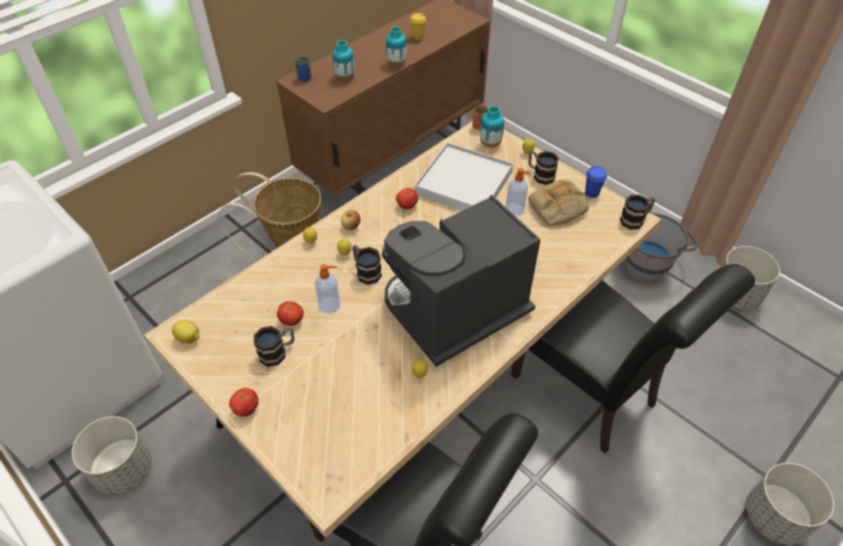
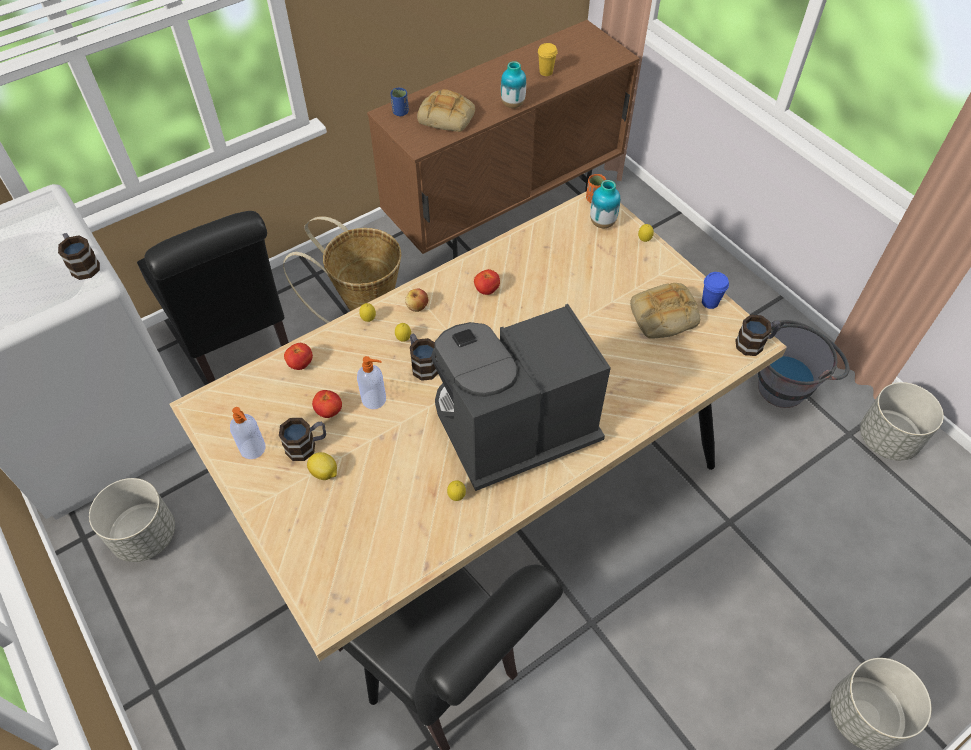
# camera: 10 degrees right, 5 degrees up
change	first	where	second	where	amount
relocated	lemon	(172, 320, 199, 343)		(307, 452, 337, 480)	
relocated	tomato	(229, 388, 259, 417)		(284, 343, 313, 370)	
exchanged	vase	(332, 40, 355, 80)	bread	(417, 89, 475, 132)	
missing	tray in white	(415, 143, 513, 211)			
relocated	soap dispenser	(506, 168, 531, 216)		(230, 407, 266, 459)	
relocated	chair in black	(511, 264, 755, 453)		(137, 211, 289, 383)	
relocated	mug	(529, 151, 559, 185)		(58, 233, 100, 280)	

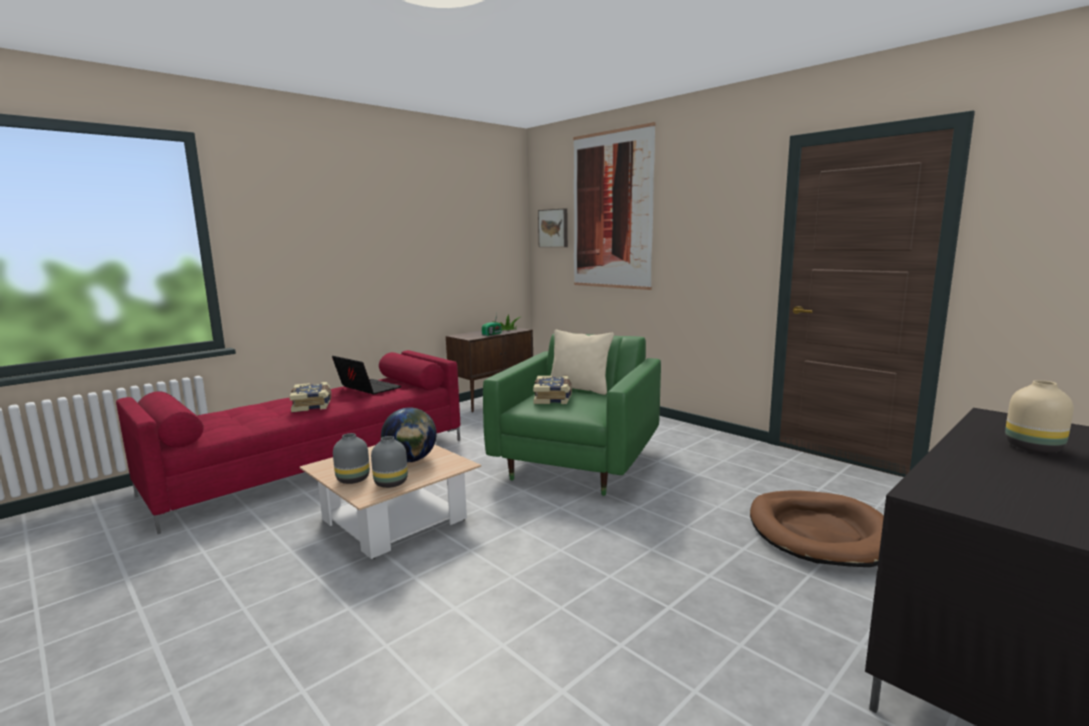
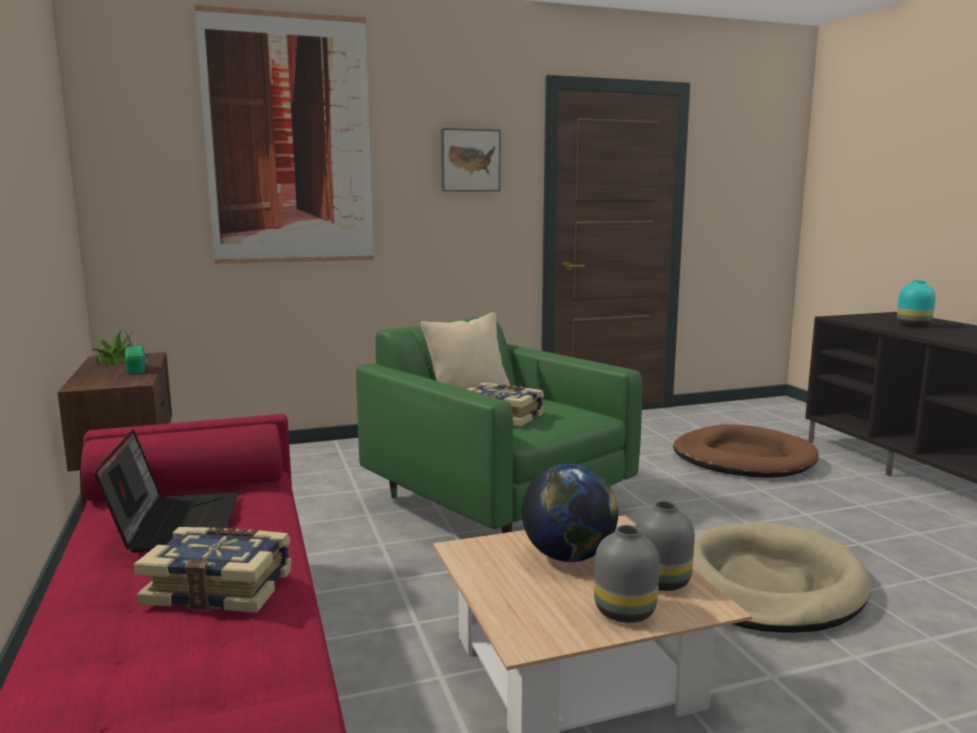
# camera: 65 degrees left, 0 degrees up
change	first	where	second	where	amount
spun	laptop	(332, 356, 401, 394)		(94, 429, 239, 553)	105 degrees clockwise
relocated	picture	(538, 208, 568, 247)		(441, 128, 500, 191)	
colour	vase in beige	(1005, 380, 1074, 453)	vase in turquoise	(897, 280, 936, 327)	
appeared			dog bed in beige	(693, 522, 871, 633)	

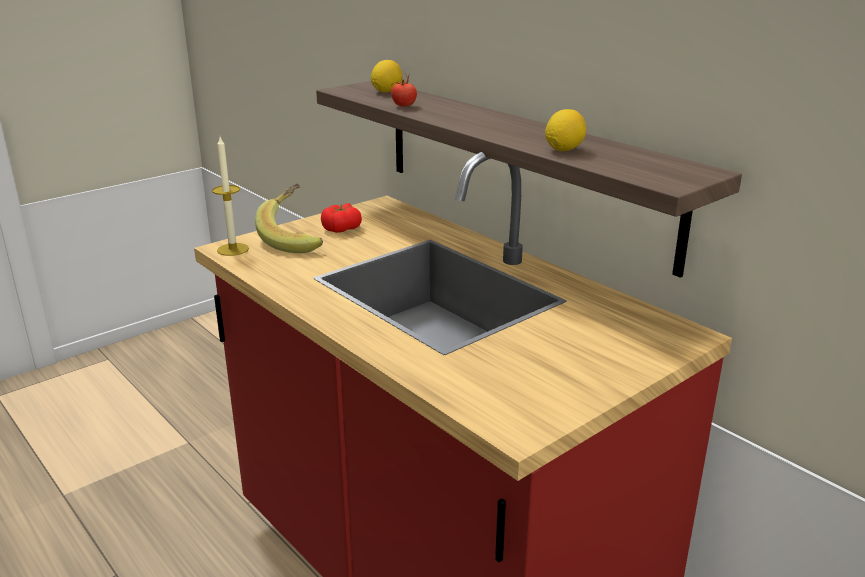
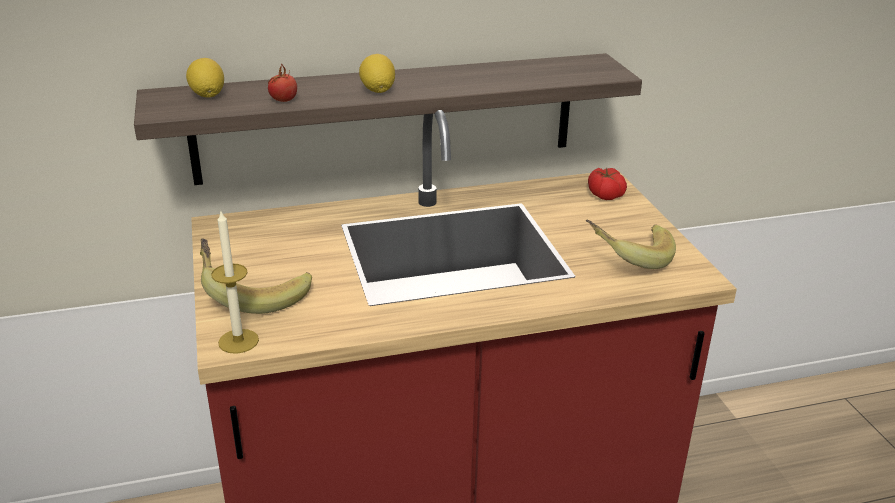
# camera: 65 degrees left, 5 degrees up
change	first	where	second	where	amount
relocated	tomato	(321, 203, 362, 233)		(588, 168, 627, 200)	
relocated	lemon	(545, 109, 586, 151)		(359, 54, 395, 93)	
appeared			banana	(586, 220, 676, 269)	

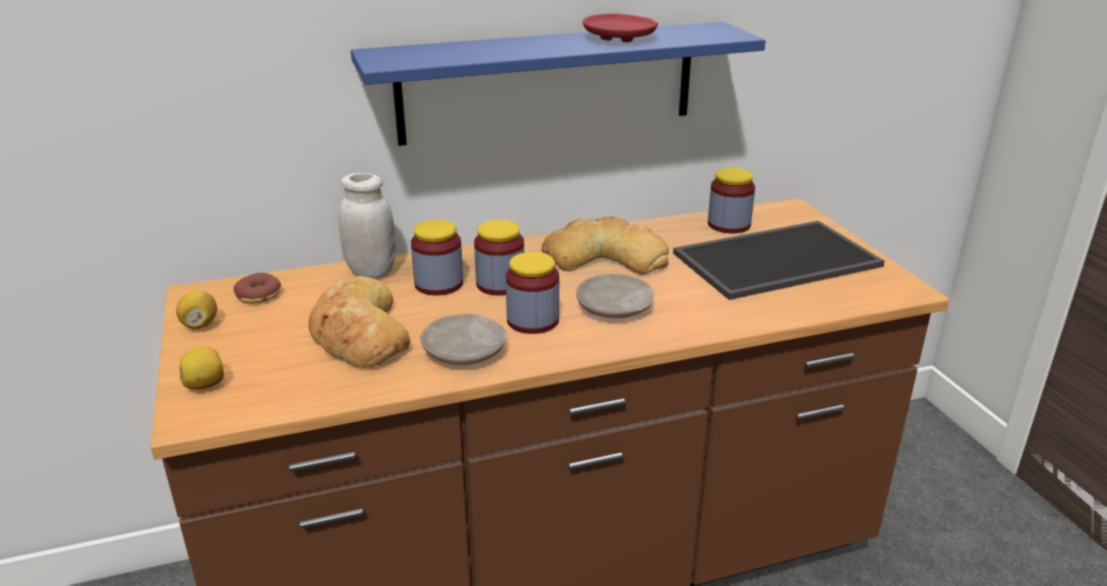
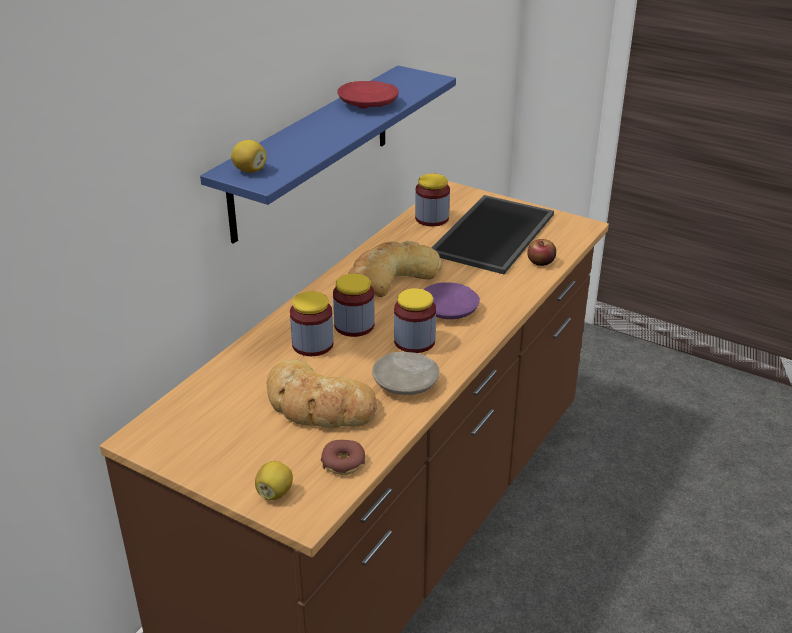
# camera: 40 degrees left, 5 degrees up
change	first	where	second	where	amount
relocated	lemon	(176, 291, 217, 329)		(231, 140, 267, 173)	
relocated	donut	(234, 273, 281, 304)		(321, 440, 365, 475)	
missing	jar in white	(339, 173, 396, 279)			
colour	plate in beige	(576, 274, 654, 318)	plate in purple	(423, 282, 480, 319)	
appeared			apple	(528, 239, 556, 266)	

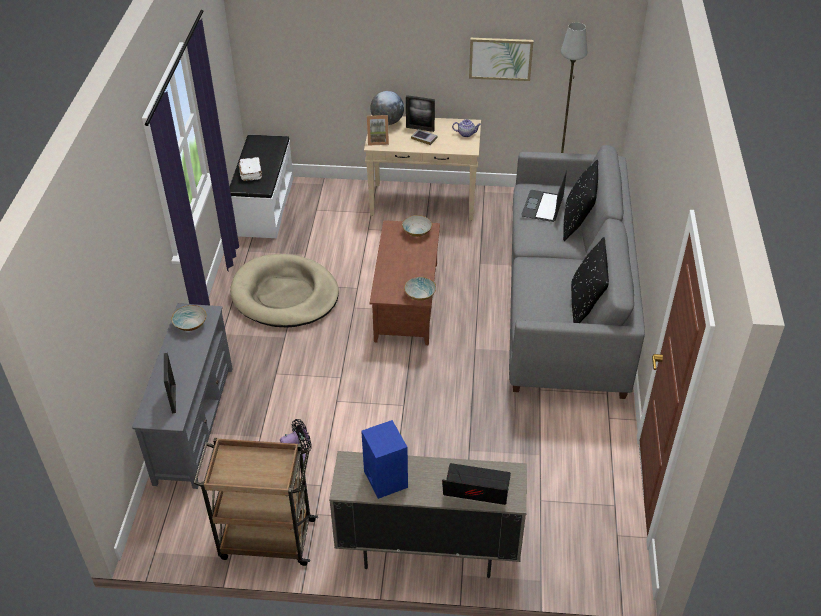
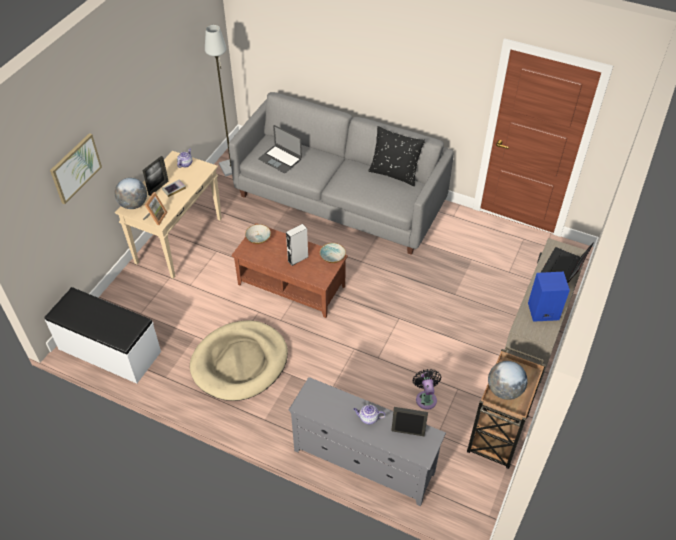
# camera: 70 degrees left, 5 degrees up
change	first	where	second	where	amount
missing	bowl	(171, 305, 207, 331)			
missing	book in white	(239, 157, 262, 181)			
relocated	picture	(469, 38, 533, 81)		(50, 133, 102, 204)	
missing	pillow in black	(563, 160, 598, 241)			
appeared			speaker in grey	(286, 224, 308, 266)	
appeared			teapot	(353, 404, 385, 424)	
appeared			globe	(488, 361, 528, 400)	

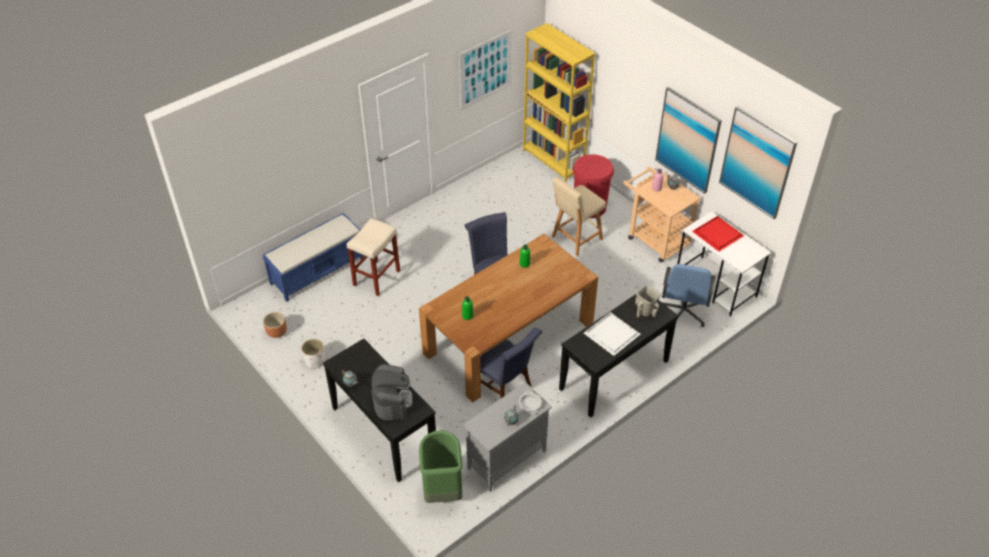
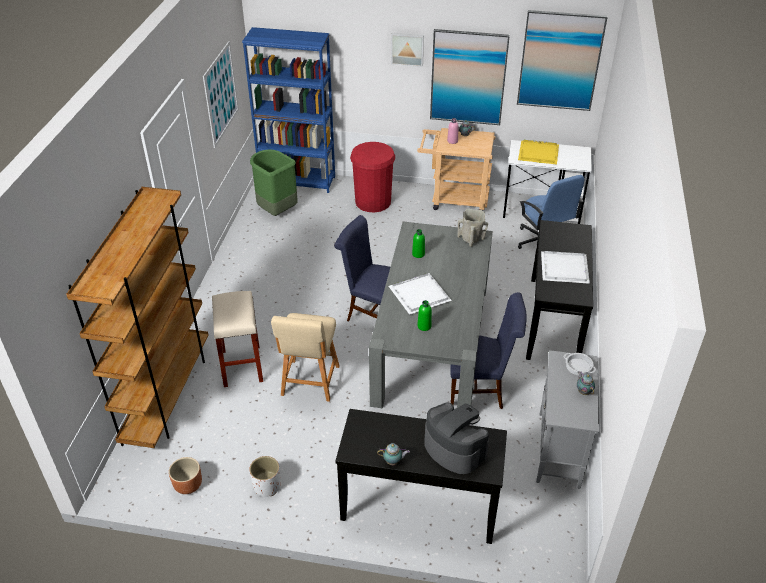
# camera: 40 degrees left, 5 degrees down
change	first	where	second	where	amount
exchanged	bench in blue	(262, 213, 364, 302)	bookcase in brown	(66, 187, 209, 448)	
colour	dining table in brown	(419, 234, 598, 403)	dining table in grey	(369, 222, 493, 408)	
relocated	trash can in green	(419, 430, 463, 503)		(250, 149, 298, 216)	
colour	bookcase in yellow	(523, 23, 595, 182)	bookcase in blue	(242, 27, 335, 193)	
relocated	stool in beige	(552, 177, 606, 256)		(271, 313, 340, 402)	
relocated	vase in beige	(635, 285, 661, 318)		(457, 208, 488, 247)	
colour	tray in red	(692, 216, 744, 251)	tray in yellow	(518, 140, 559, 165)	
appeared			tray in white	(389, 273, 452, 315)	
appeared			picture	(391, 33, 424, 67)	

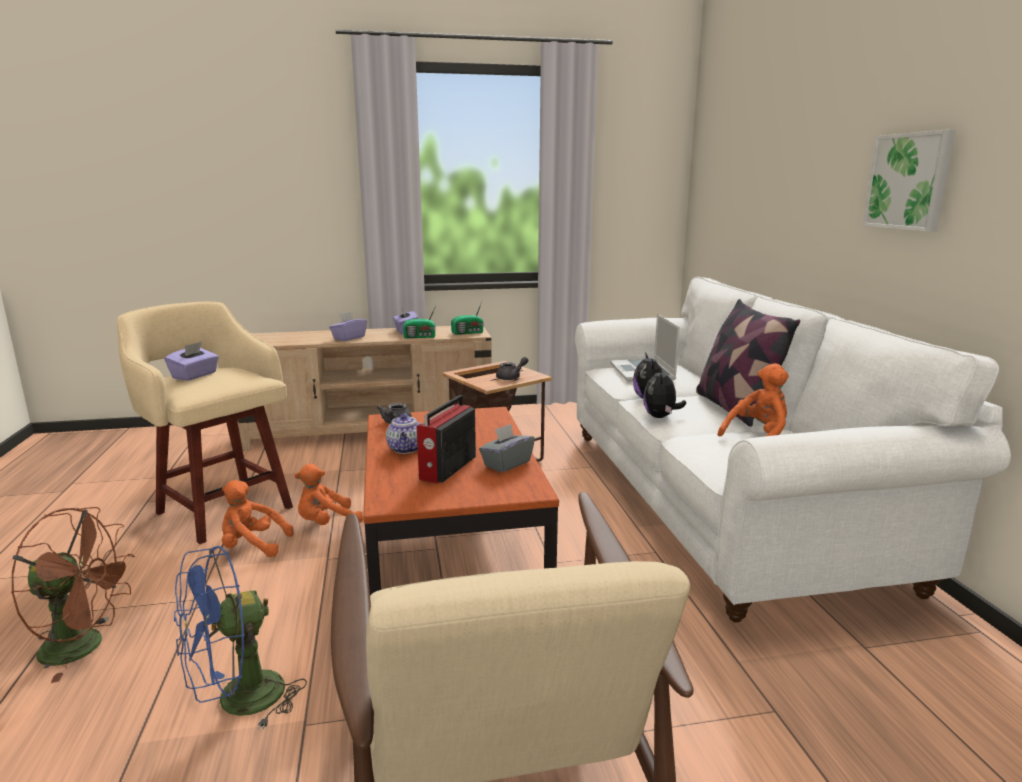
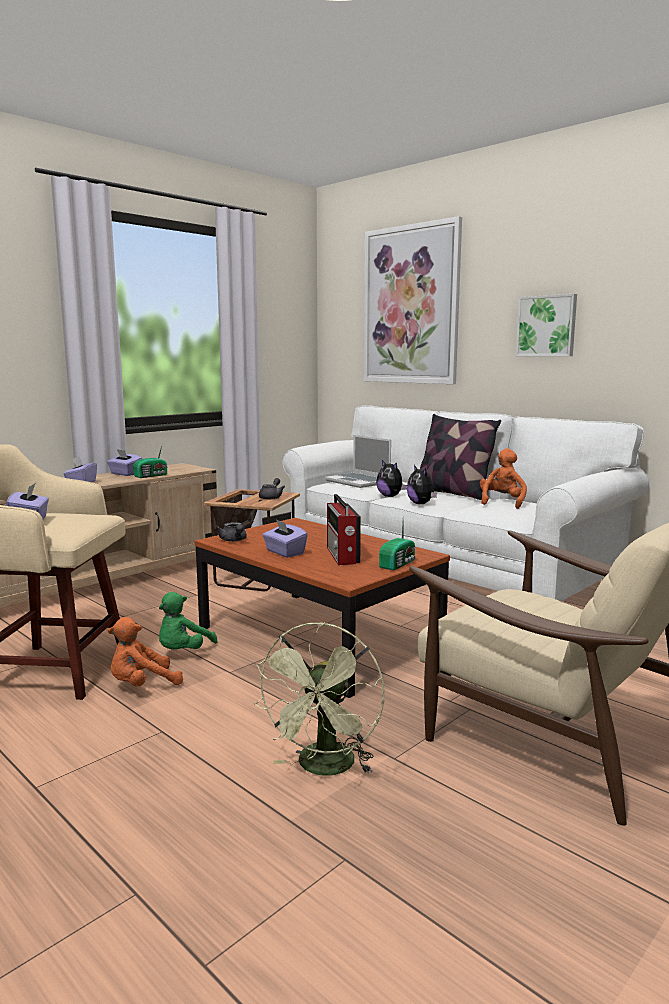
# camera: 35 degrees left, 5 degrees down
change	first	where	second	where	amount
missing	fan in brown	(11, 507, 135, 683)			
colour	fan in blue	(174, 546, 307, 730)	fan in green	(254, 622, 385, 776)	
colour	plush toy in orange	(294, 464, 363, 525)	plush toy in green	(159, 592, 217, 649)	
exchanged	teapot	(386, 413, 419, 454)	tissue box in purple	(263, 519, 308, 558)	
relocated	radio	(451, 302, 484, 335)		(379, 523, 416, 571)	
missing	tissue box in grey	(479, 424, 535, 473)			
appeared			picture	(364, 216, 462, 384)	

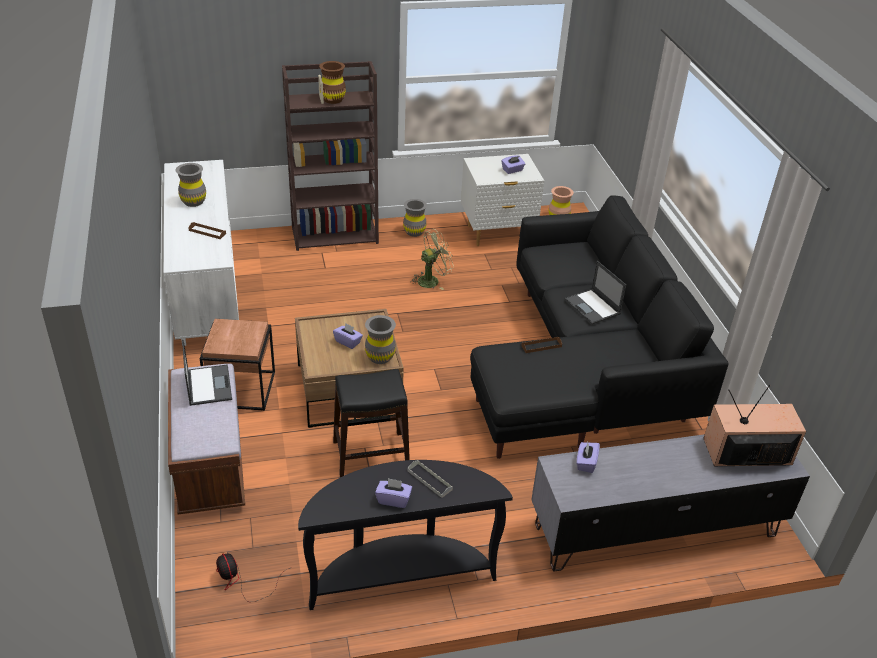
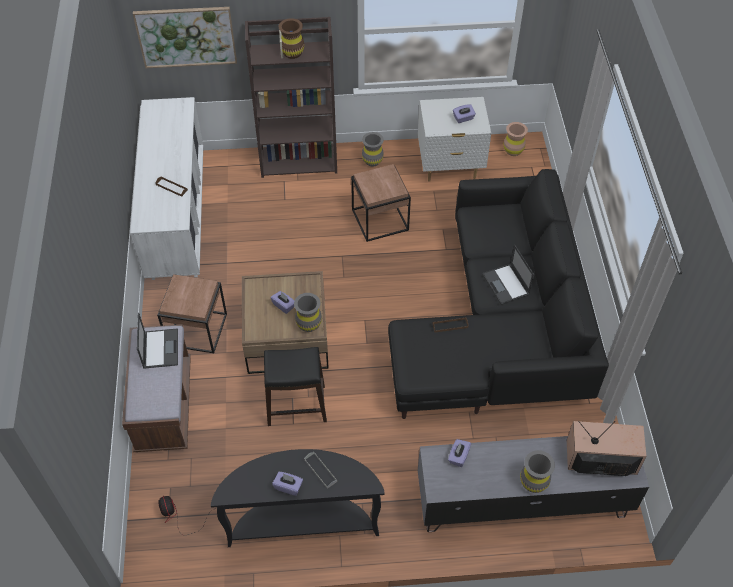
# camera: 10 degrees right, 15 degrees up
change	first	where	second	where	amount
relocated	vase in grey	(176, 163, 206, 207)		(520, 450, 555, 493)	
exchanged	fan in green	(410, 229, 454, 290)	side table in brown	(351, 164, 411, 242)	
appeared			picture	(133, 7, 237, 68)	

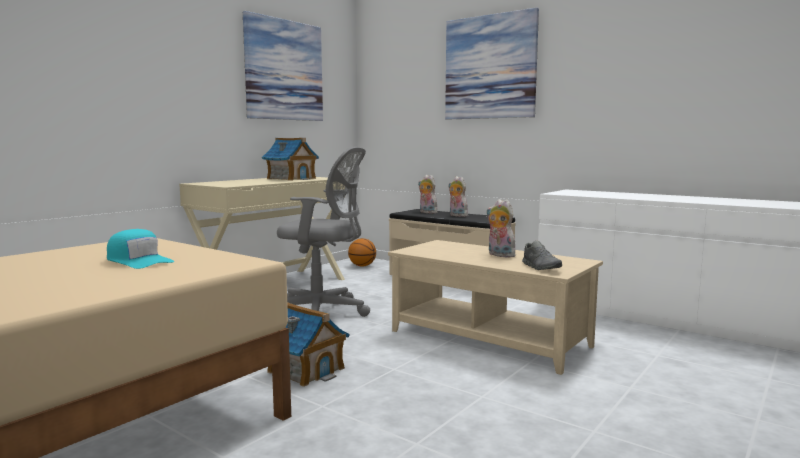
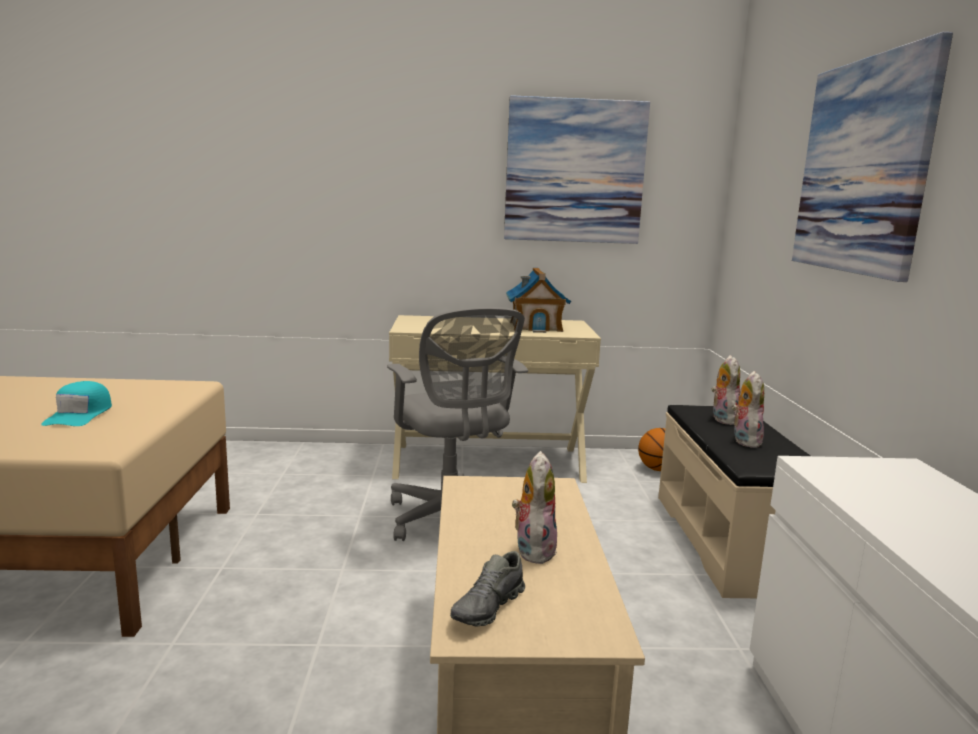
# camera: 50 degrees right, 5 degrees up
change	first	where	second	where	amount
missing	toy house	(267, 302, 350, 387)			

